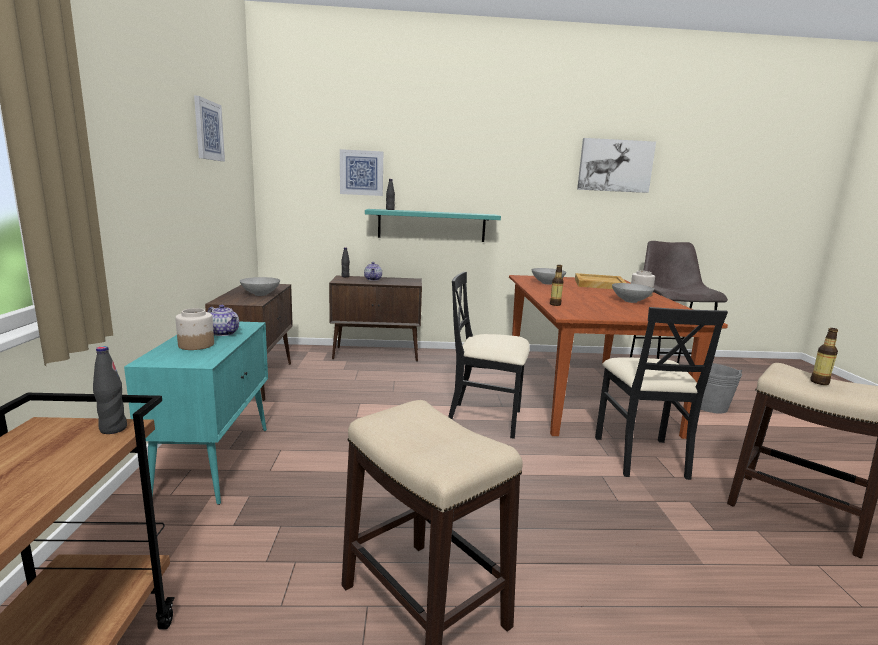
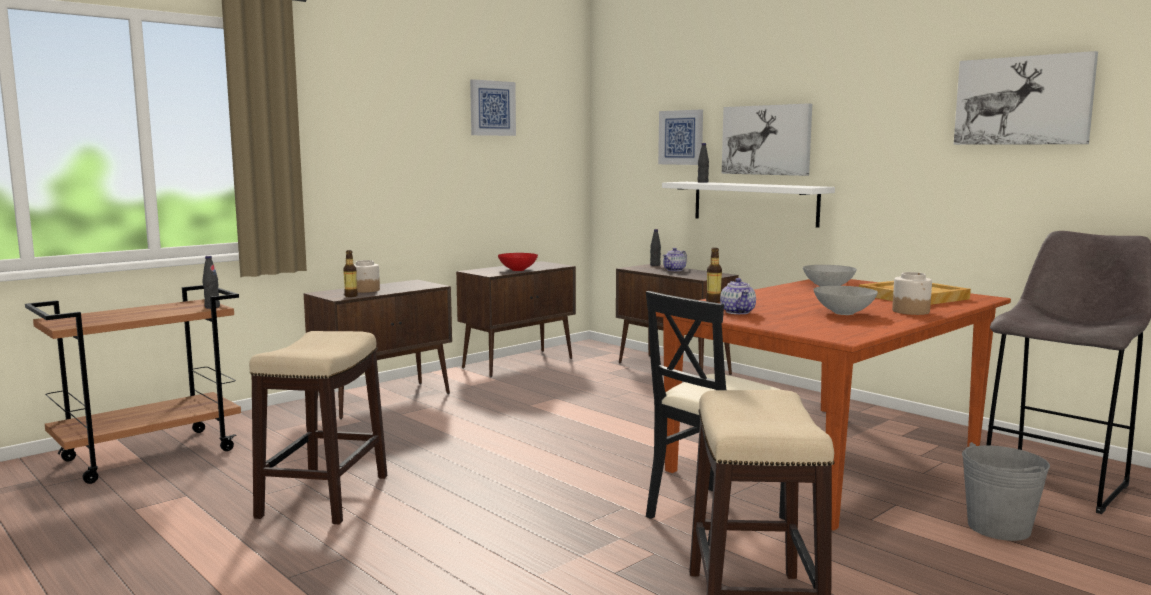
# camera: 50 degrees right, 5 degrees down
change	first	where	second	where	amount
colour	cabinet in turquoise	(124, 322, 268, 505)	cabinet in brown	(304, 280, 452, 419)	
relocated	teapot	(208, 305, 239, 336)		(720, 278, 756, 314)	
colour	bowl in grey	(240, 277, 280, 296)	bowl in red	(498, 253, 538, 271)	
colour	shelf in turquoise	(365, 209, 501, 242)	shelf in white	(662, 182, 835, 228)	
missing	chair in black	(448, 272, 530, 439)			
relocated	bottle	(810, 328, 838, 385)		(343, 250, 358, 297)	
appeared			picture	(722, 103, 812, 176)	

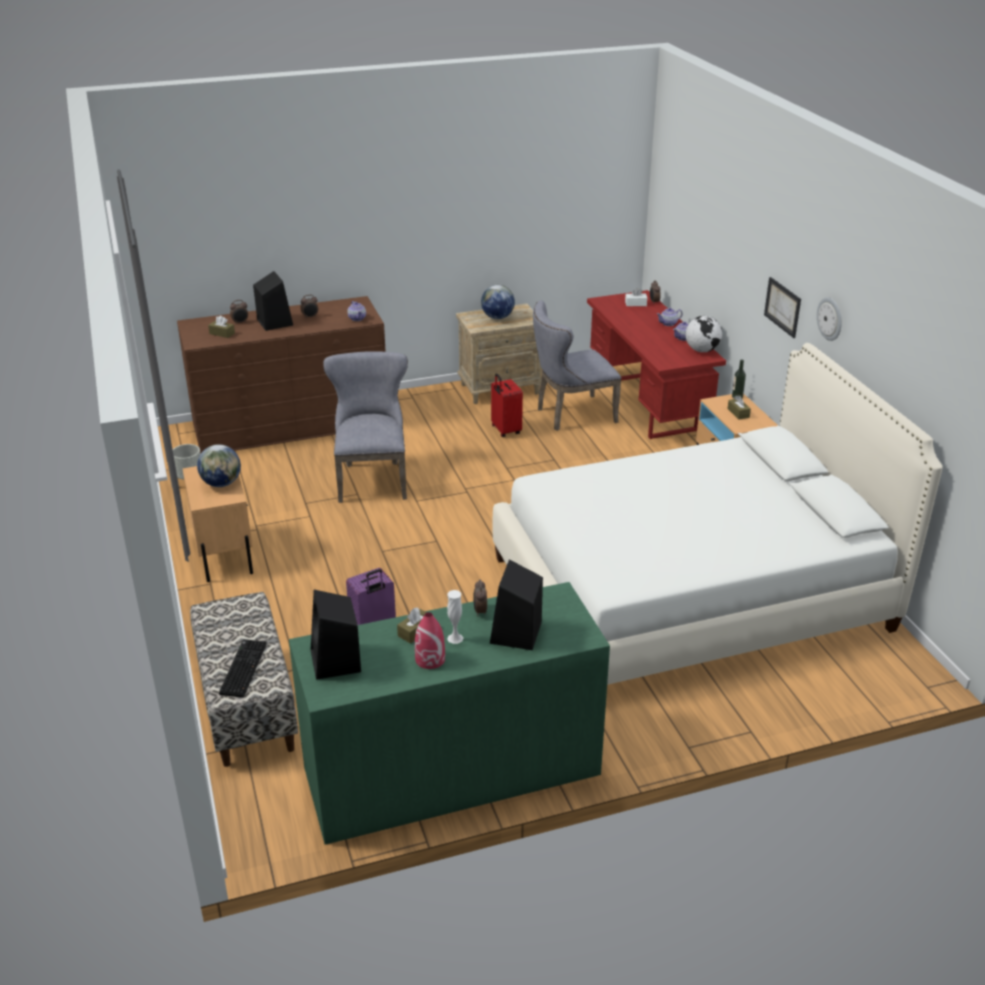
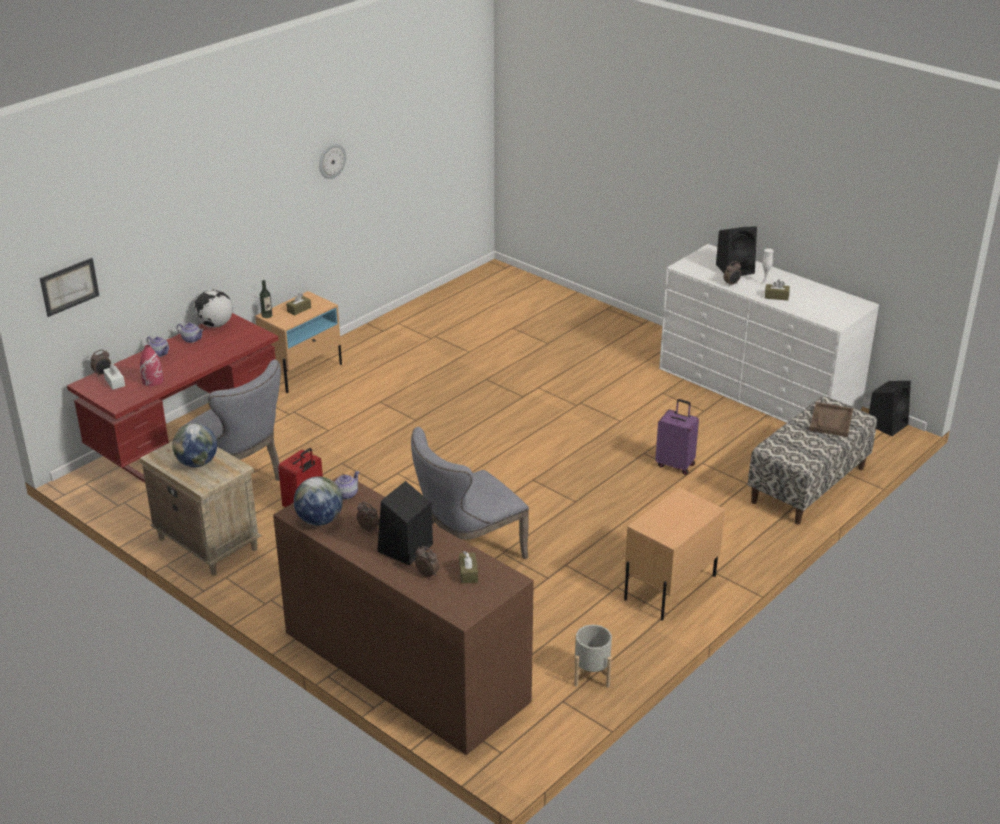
# camera: 120 degrees left, 0 degrees up
change	first	where	second	where	amount
relocated	globe	(197, 444, 241, 487)		(294, 476, 343, 526)	
exchanged	keyboard	(219, 639, 266, 698)	tray in brown	(809, 402, 853, 437)	
colour	dresser in green	(289, 582, 610, 845)	dresser in white	(659, 244, 879, 423)	
relocated	speaker in black	(311, 590, 361, 680)		(869, 381, 911, 436)	
relocated	vase in red	(415, 612, 445, 669)		(140, 345, 164, 386)	
missing	bed in white	(493, 343, 943, 685)			
relocated	picture	(764, 277, 801, 338)		(40, 258, 99, 317)	

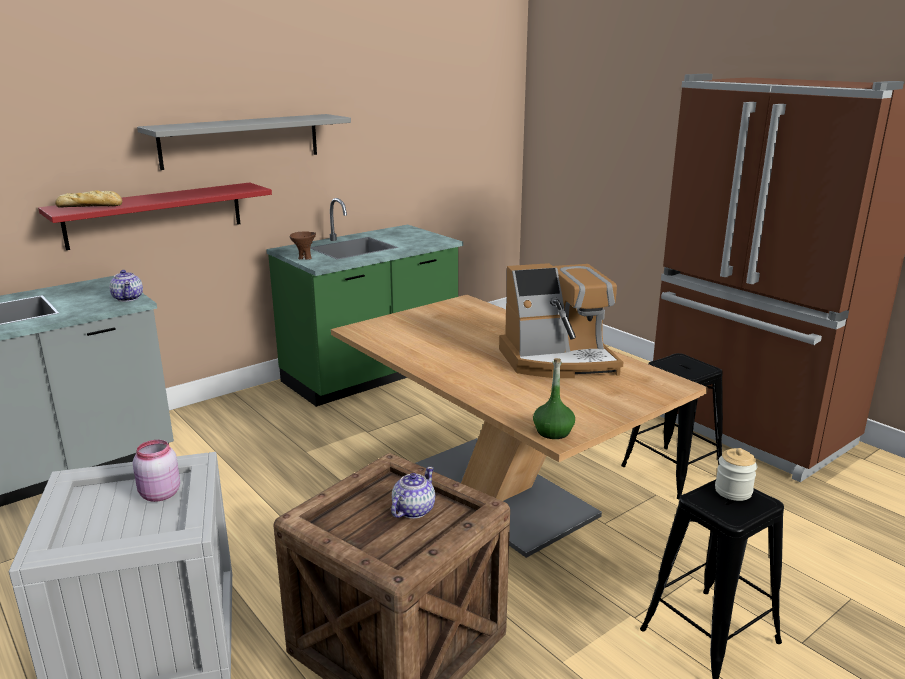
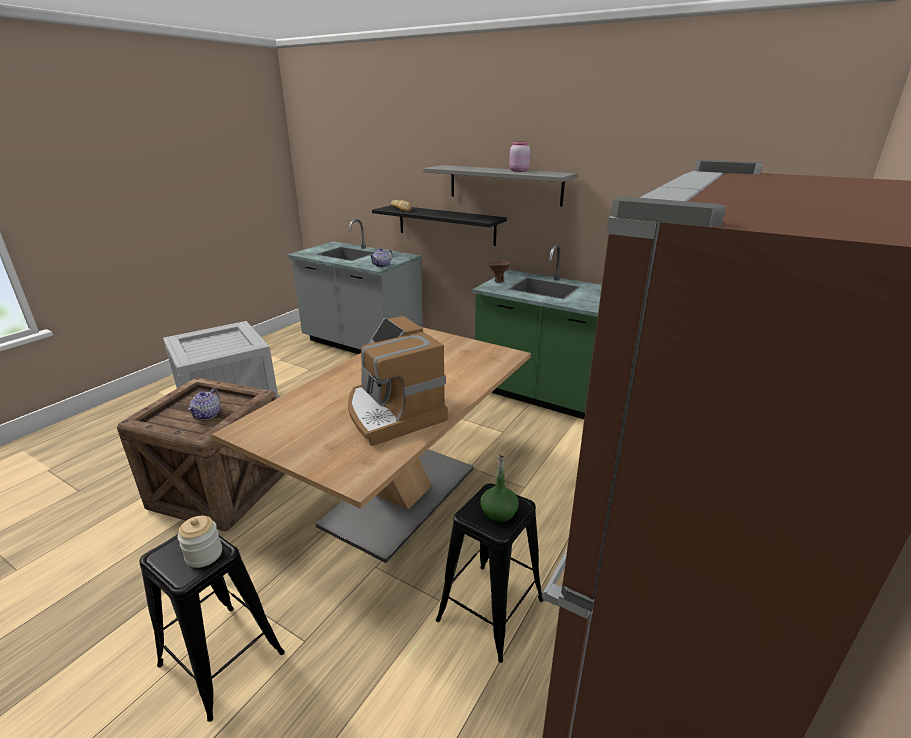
# camera: 70 degrees right, 5 degrees up
change	first	where	second	where	amount
colour	shelf in red	(38, 183, 272, 250)	shelf in black	(372, 205, 507, 246)	
relocated	jar in pink	(133, 440, 180, 502)		(509, 142, 530, 172)	
spun	teapot	(391, 467, 435, 519)		(188, 388, 221, 420)	90 degrees clockwise
relocated	bottle in green	(533, 358, 575, 439)		(480, 452, 519, 523)	

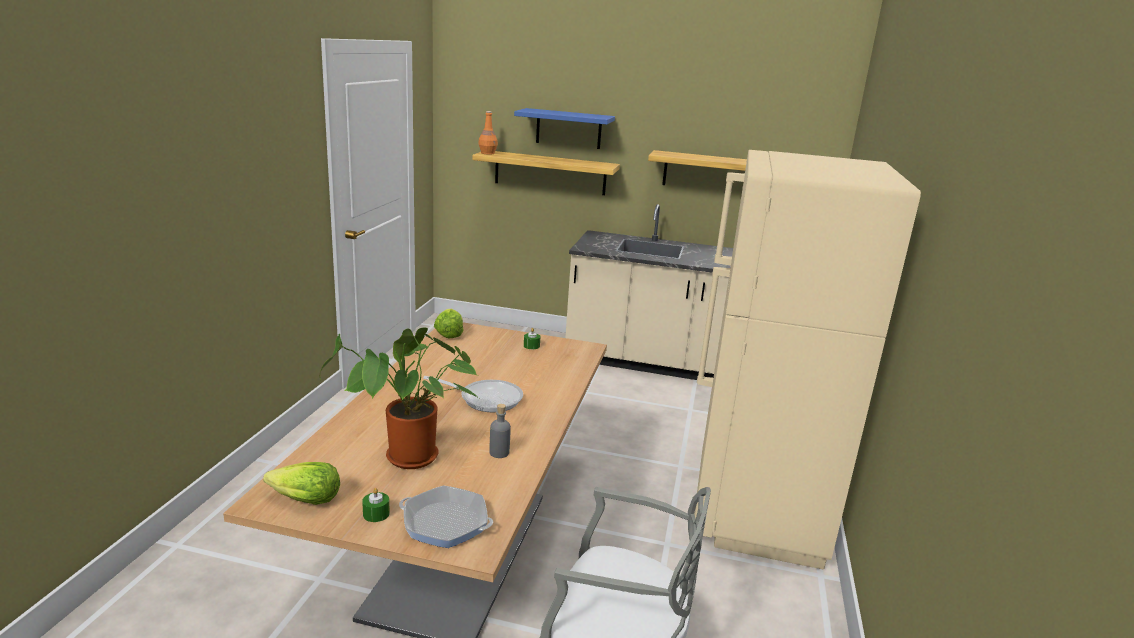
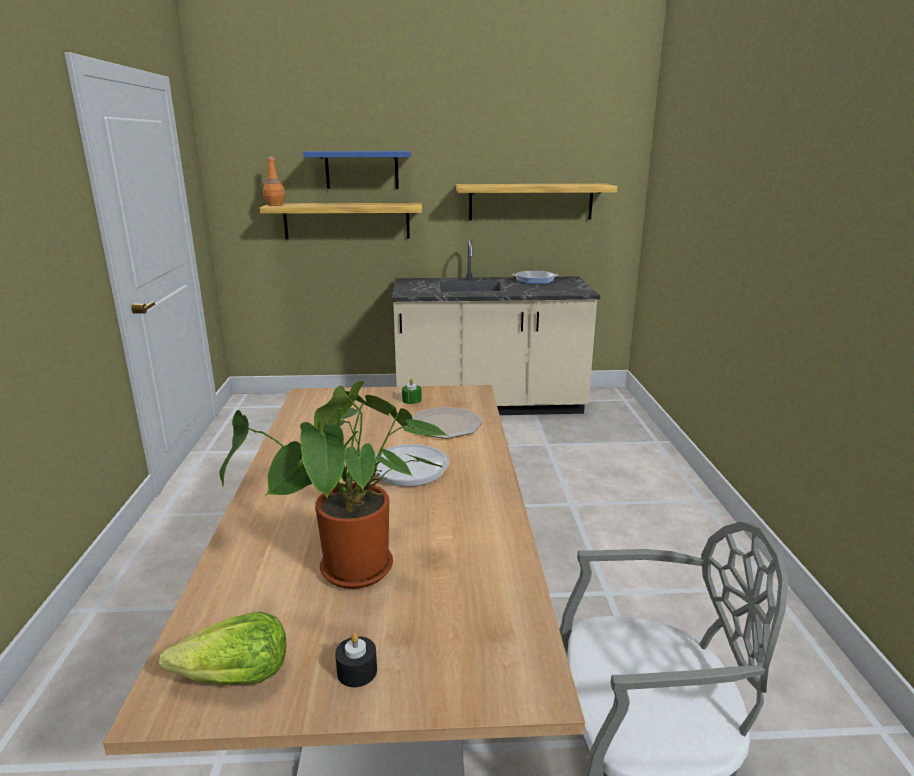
# camera: 15 degrees left, 0 degrees up
change	first	where	second	where	amount
colour	candle in green	(362, 488, 390, 522)	candle in black	(335, 633, 377, 687)	
relocated	frying pan	(399, 485, 493, 548)		(512, 271, 558, 284)	
missing	lettuce	(434, 309, 463, 338)			
missing	bottle in grey	(489, 404, 511, 458)			
missing	fridge in beige	(694, 150, 921, 569)			
appeared			plate	(410, 407, 483, 439)	

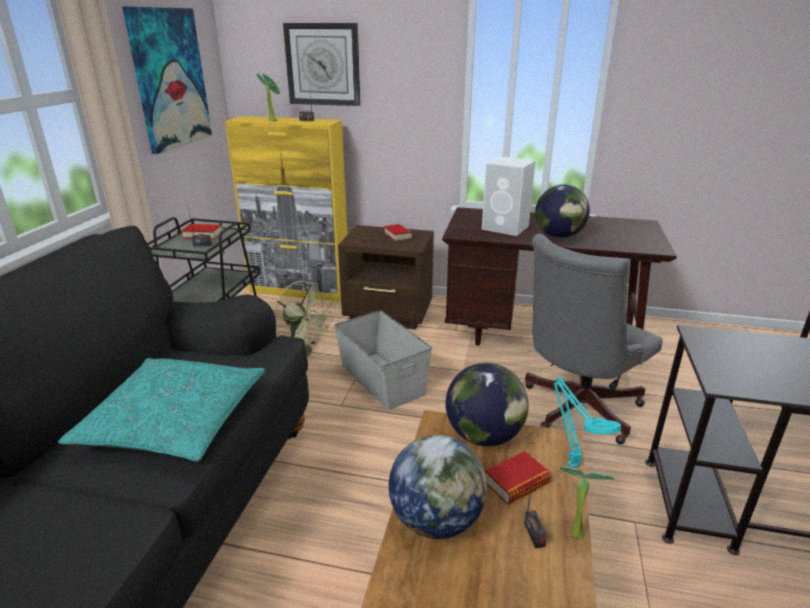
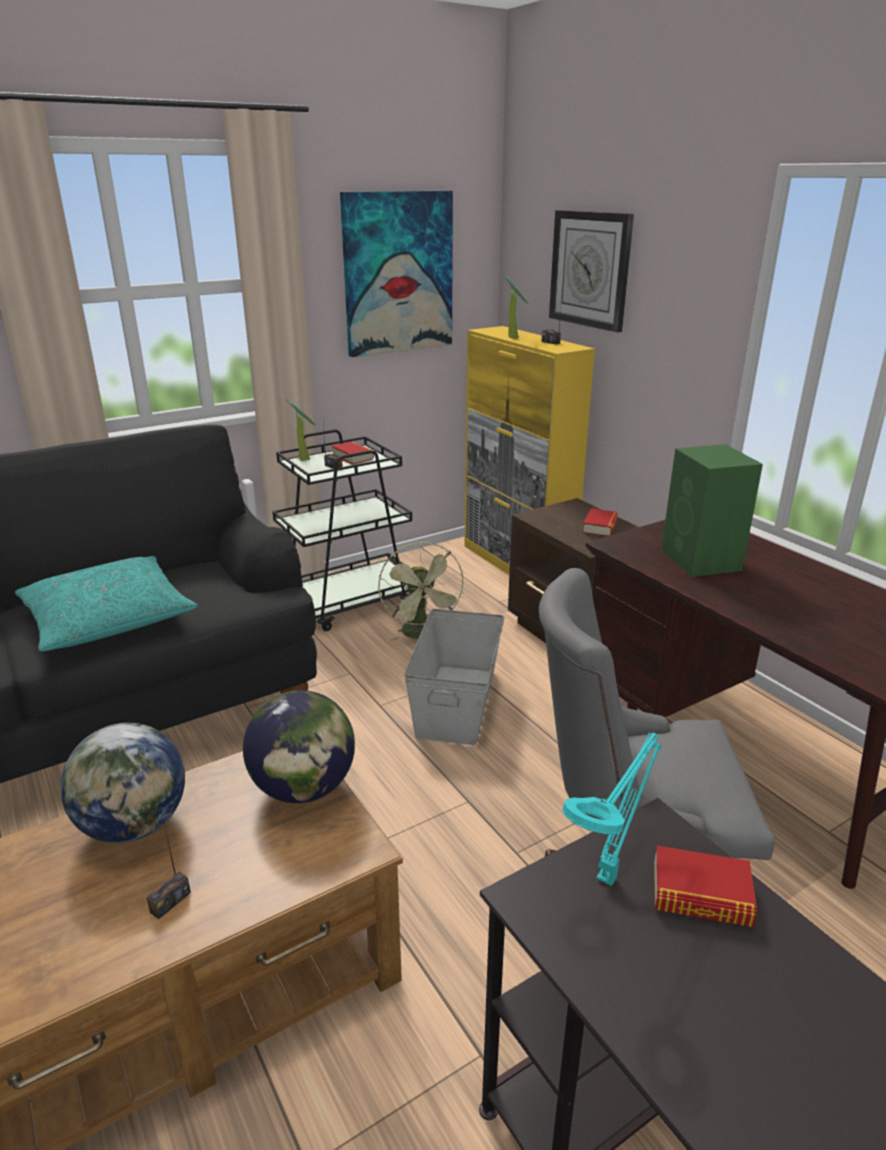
# camera: 45 degrees right, 0 degrees up
change	first	where	second	where	amount
colour	speaker in white	(482, 156, 536, 236)	speaker in green	(661, 444, 763, 577)	
relocated	book	(485, 451, 551, 504)		(654, 846, 757, 927)	
missing	globe	(535, 185, 590, 238)			
relocated	table lamp in turquoise	(554, 377, 621, 468)		(562, 733, 662, 886)	
relocated	potted plant	(559, 467, 614, 539)		(286, 399, 316, 461)	

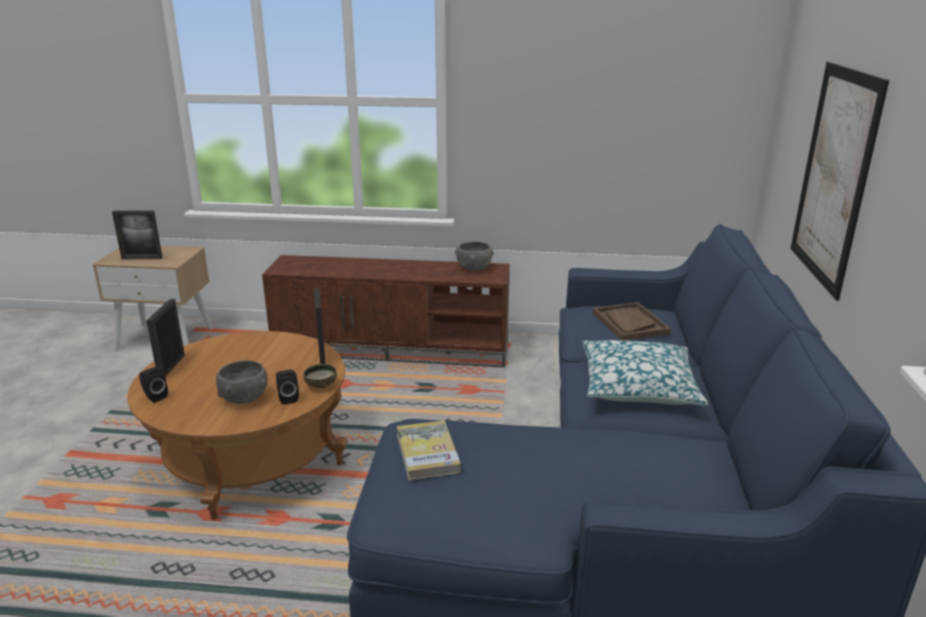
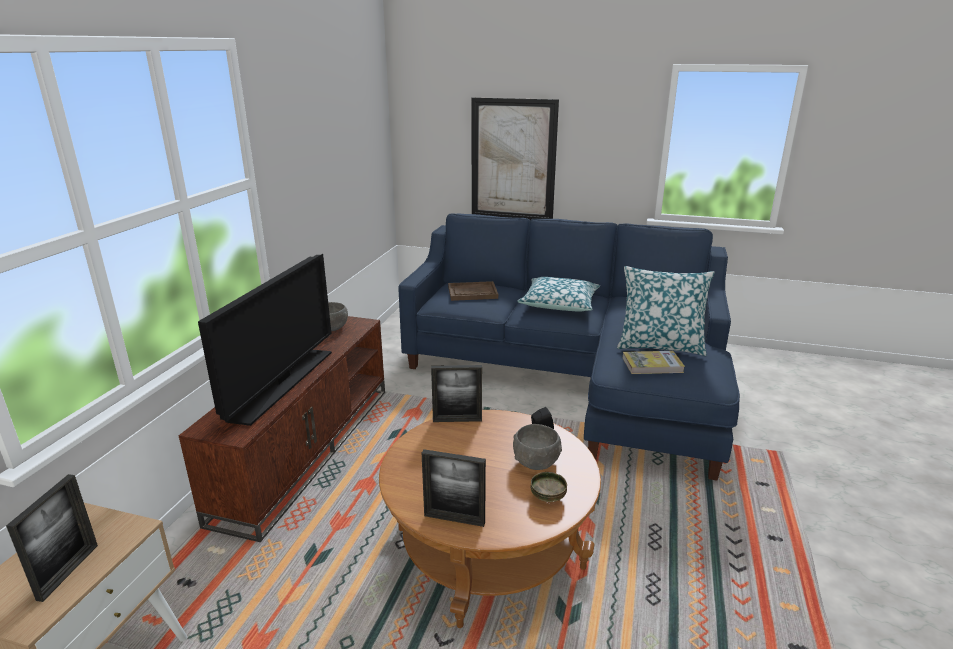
# camera: 80 degrees left, 0 degrees up
change	first	where	second	where	amount
missing	speaker in black	(139, 367, 168, 403)			
relocated	bowl	(303, 364, 337, 388)		(531, 472, 567, 502)	
appeared			television	(198, 254, 332, 426)	
appeared			pillow	(617, 266, 715, 356)	

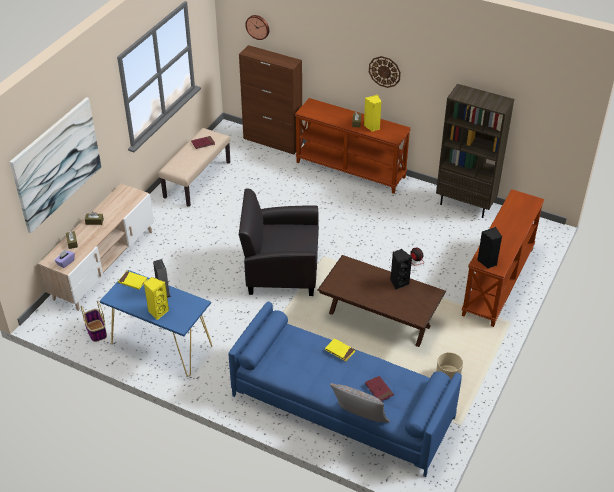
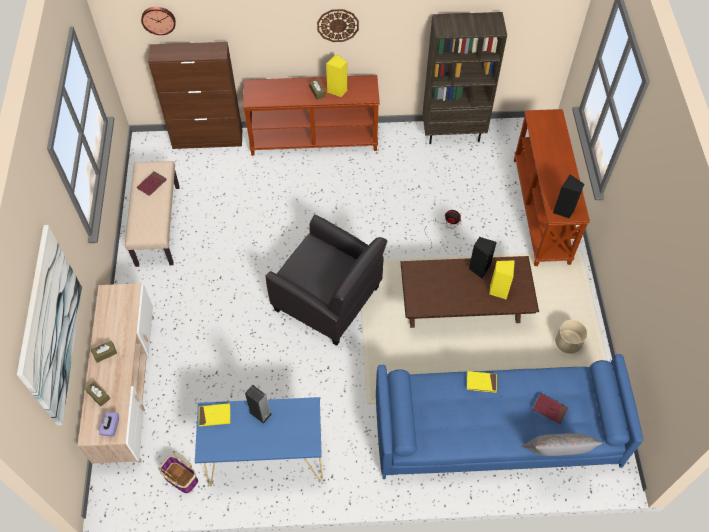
# camera: 30 degrees left, 15 degrees up
change	first	where	second	where	amount
relocated	speaker in yellow	(144, 277, 169, 320)		(490, 260, 515, 299)	
spun	armchair in black	(239, 188, 319, 296)		(265, 215, 387, 346)	120 degrees counterclockwise

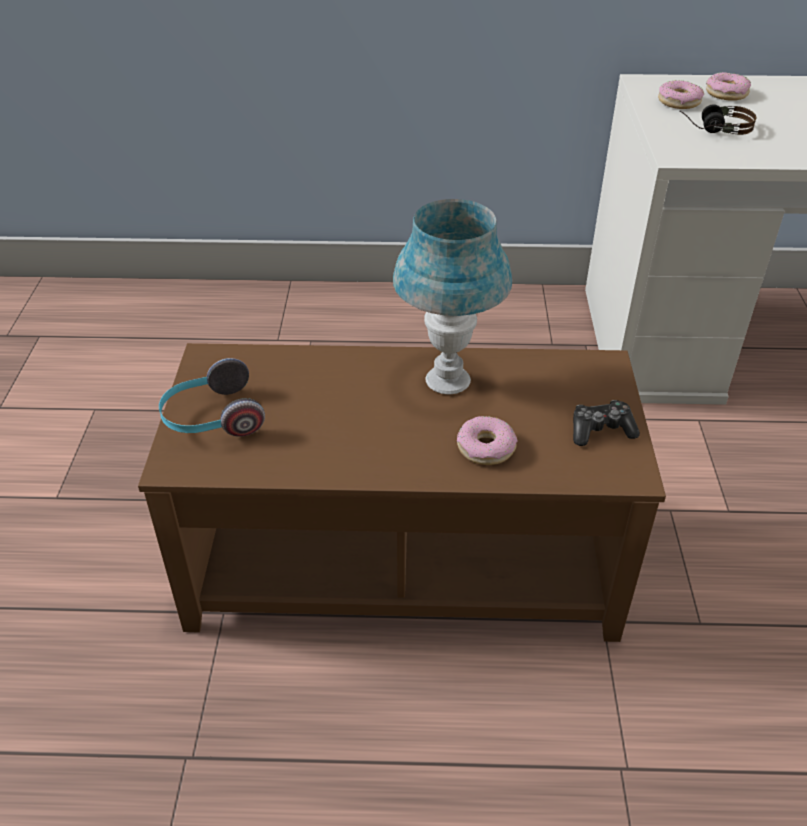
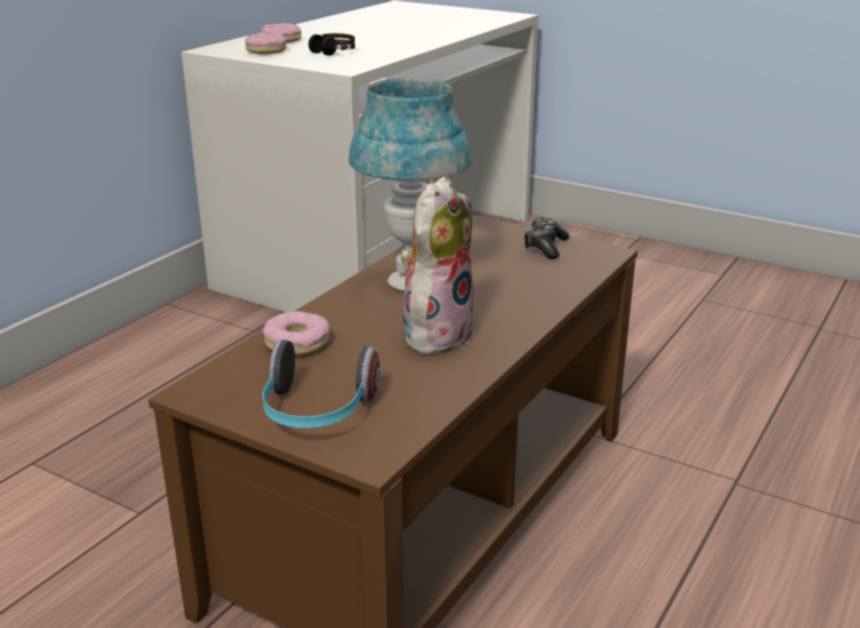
# camera: 60 degrees left, 15 degrees down
change	first	where	second	where	amount
relocated	donut	(457, 416, 517, 465)		(262, 311, 330, 356)	
appeared			plush toy	(401, 177, 475, 355)	

